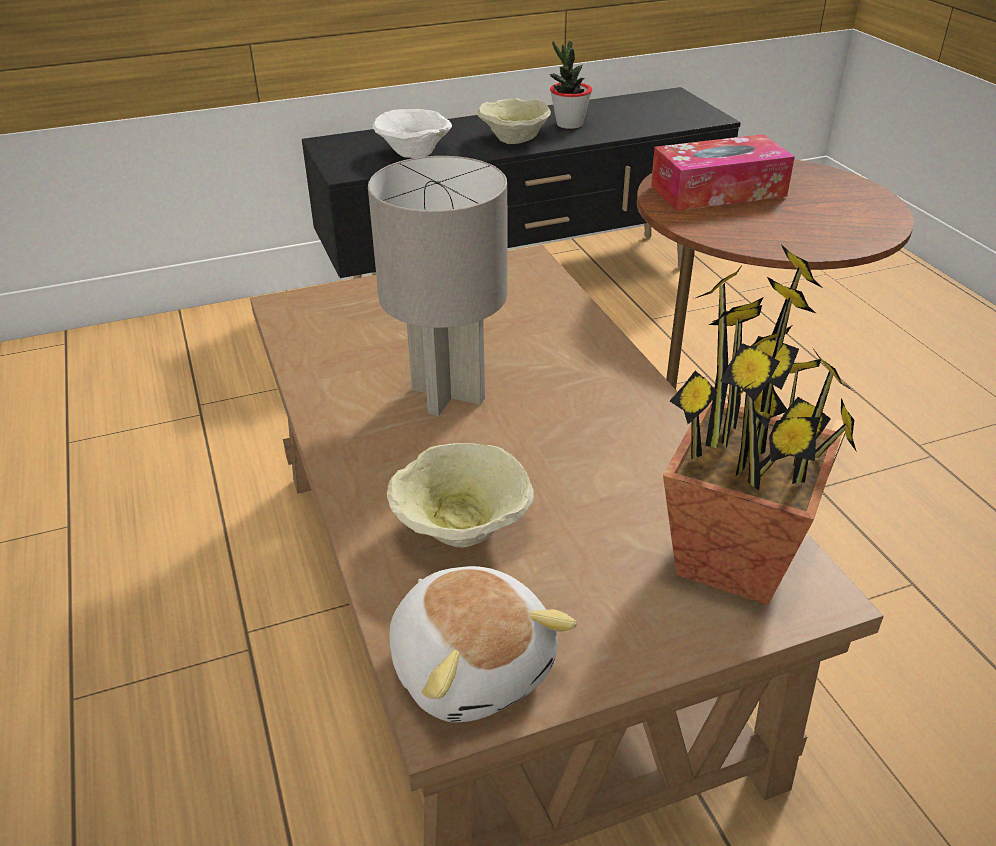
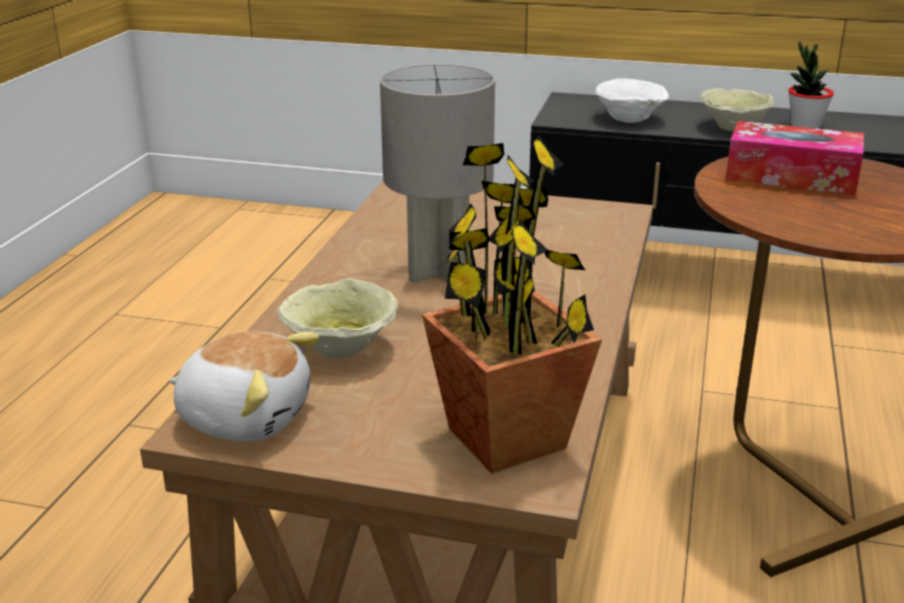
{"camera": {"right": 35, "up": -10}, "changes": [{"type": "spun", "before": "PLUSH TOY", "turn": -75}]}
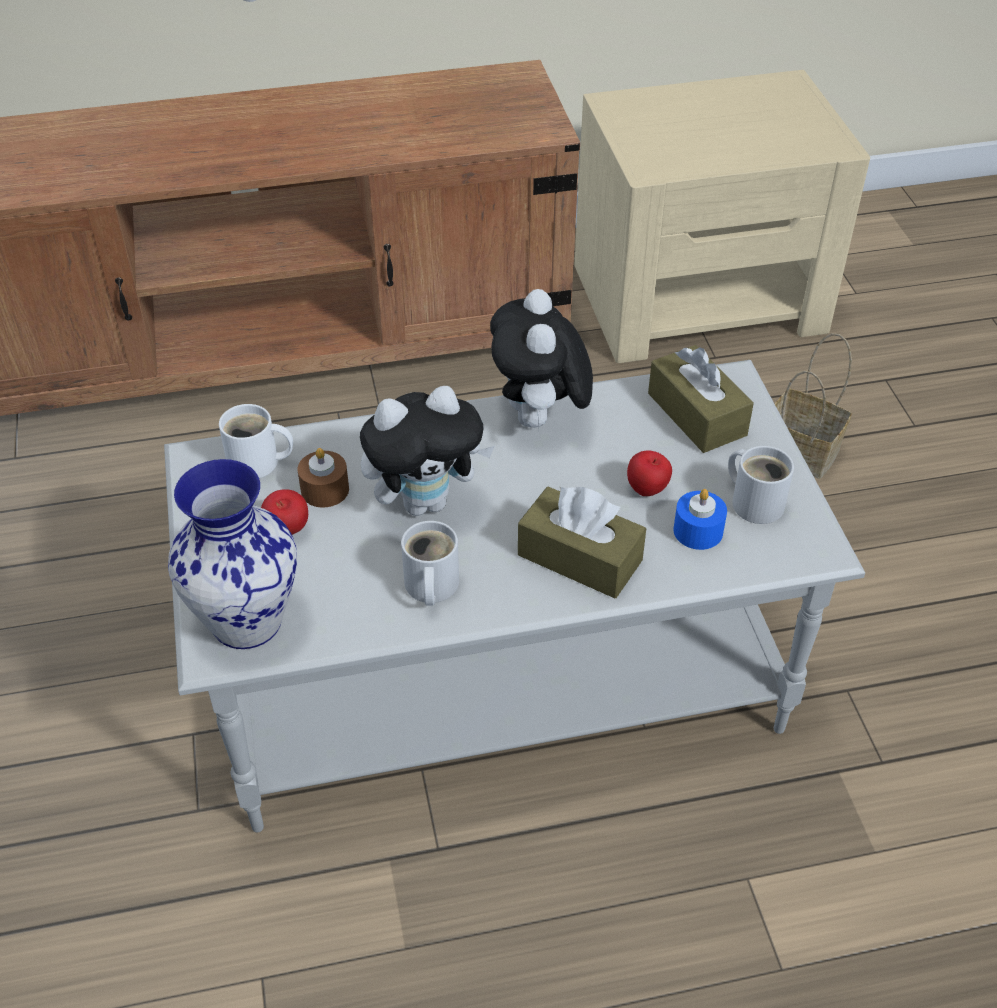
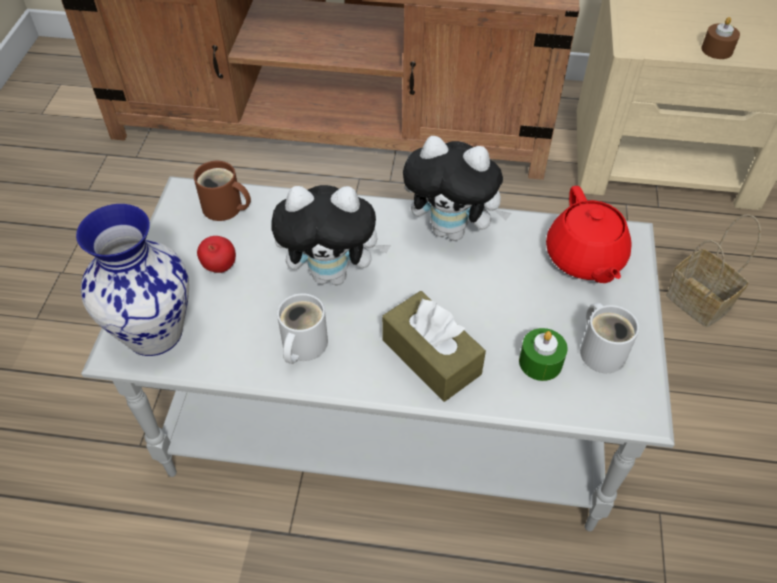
{"camera": {"right": 20, "up": 5}, "changes": [{"type": "colour", "before": "WHITE-COLOURED COFFEE MUG (no. 1 from left)", "after": "BROWN-COLOURED COFFEE MUG"}, {"type": "spun", "before": "PLUSH TOY (no. 2 from left)", "turn": -90}, {"type": "colour", "before": "BLUE-COLOURED CANDLE", "after": "GREEN-COLOURED CANDLE"}, {"type": "exchanged", "before": "BROWN-COLOURED TISSUE HOLDER (no. 2 from left)", "after": "RED TEA POT"}, {"type": "relocated", "before": "BROWN-COLOURED CANDLE"}, {"type": "missing", "before": "APPLE FRUIT (no. 2 from left)"}]}
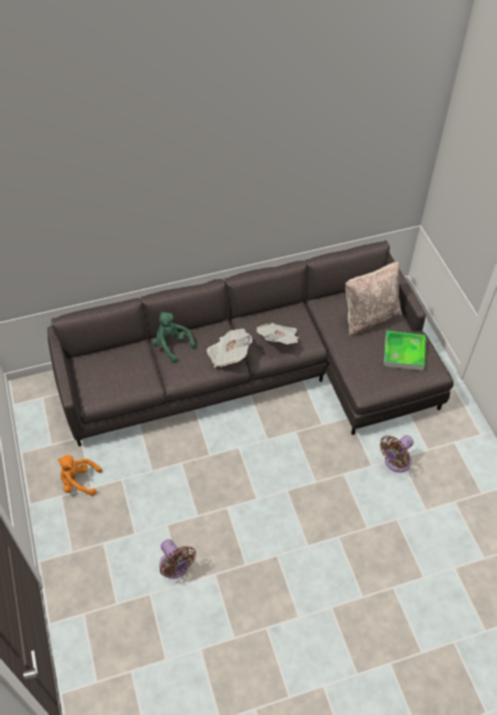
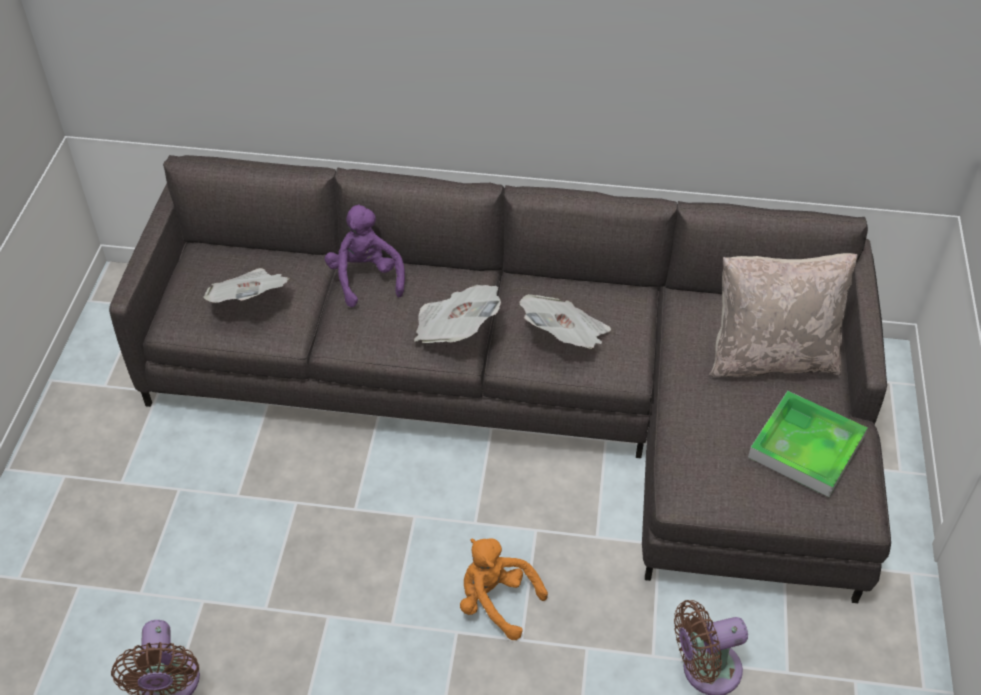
{"camera": {"right": 25, "up": -5}, "changes": [{"type": "appeared", "after": "PRINTED PAPER (no. 1 from left)"}, {"type": "colour", "before": "GREEN-COLOURED PLUSH TOY", "after": "PURPLISH PLUSH TOY"}, {"type": "relocated", "before": "ORANGE-COLOURED PLUSH TOY"}]}
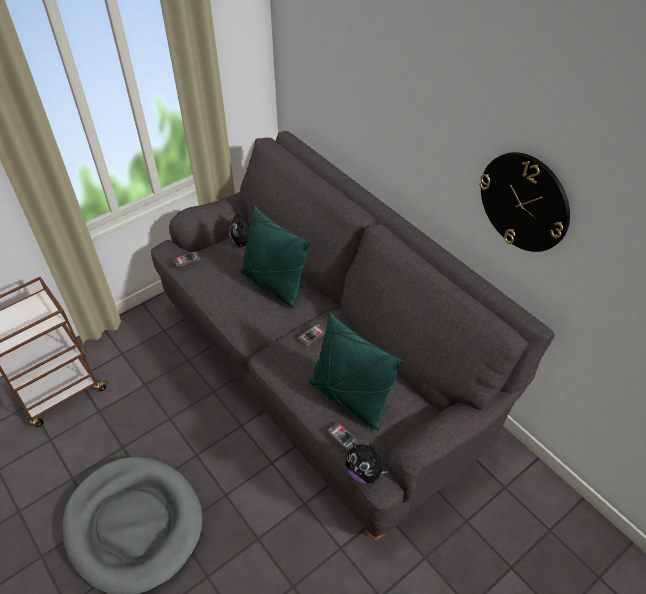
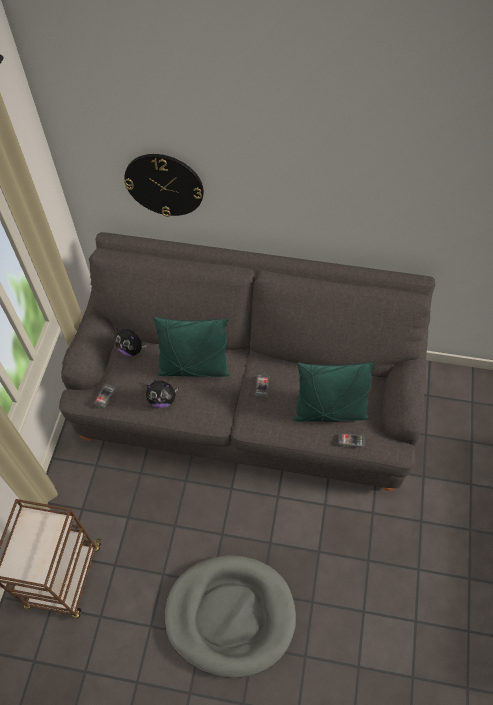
{"camera": {"right": -40, "up": 10}, "changes": [{"type": "relocated", "before": "HANGING CLOCK"}, {"type": "relocated", "before": "PLUSH TOY (no. 2 from left)"}]}
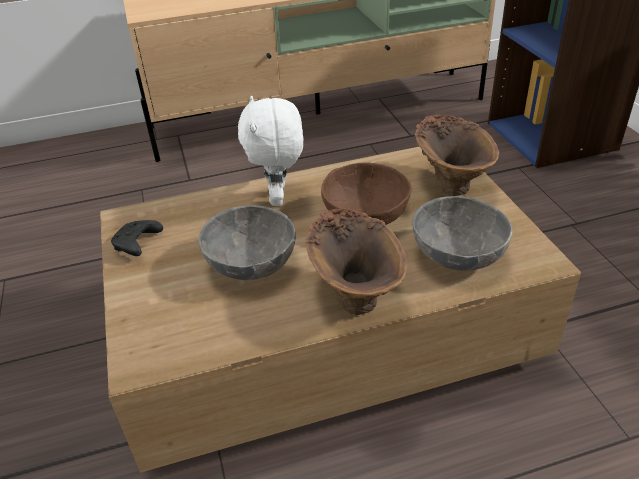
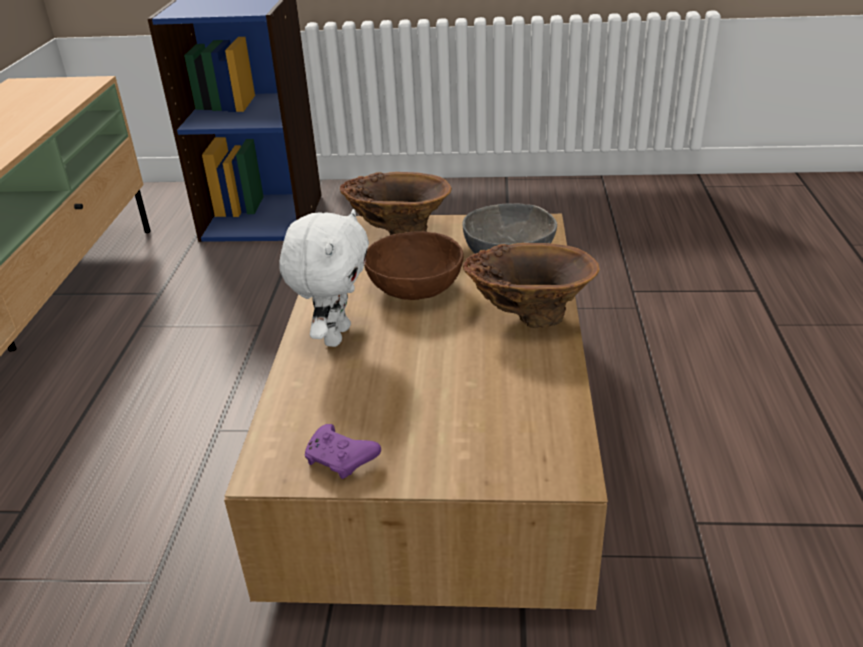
{"camera": {"right": -70, "up": -5}, "changes": [{"type": "spun", "before": "WHITE-COLOURED PLUSH TOY", "turn": -90}, {"type": "colour", "before": "BLACK GAMEPAD", "after": "PURPLISH GAMEPAD"}, {"type": "missing", "before": "GREYISH SERVING BOWL (no. 1 from left)"}]}
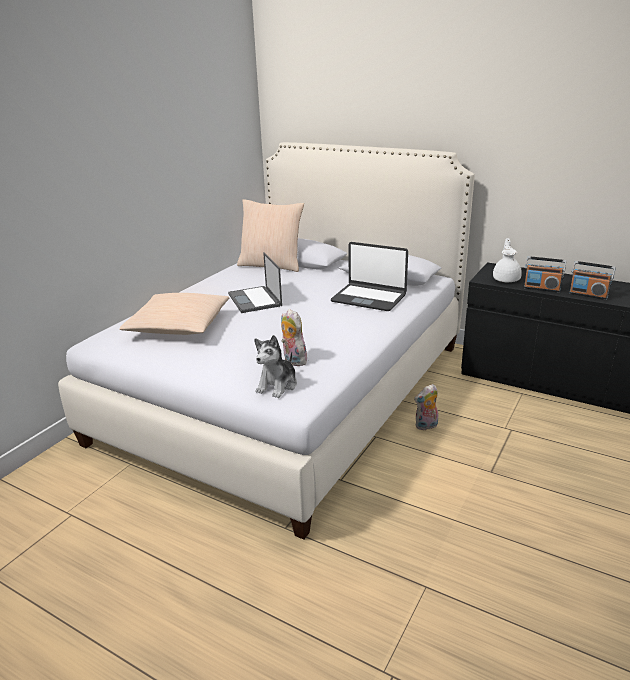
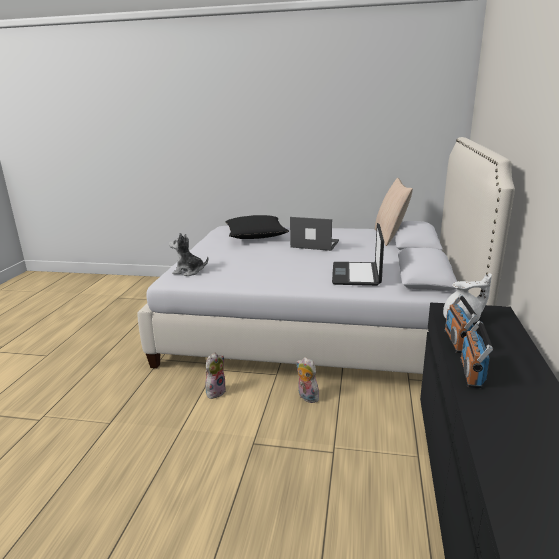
{"camera": {"right": 70, "up": -5}, "changes": [{"type": "relocated", "before": "PLUSH TOY (no. 2 from left)"}, {"type": "colour", "before": "BEIGE PILLOW (no. 1 from left)", "after": "BLACK PILLOW"}, {"type": "spun", "before": "LAPTOP (no. 1 from left)", "turn": 60}]}
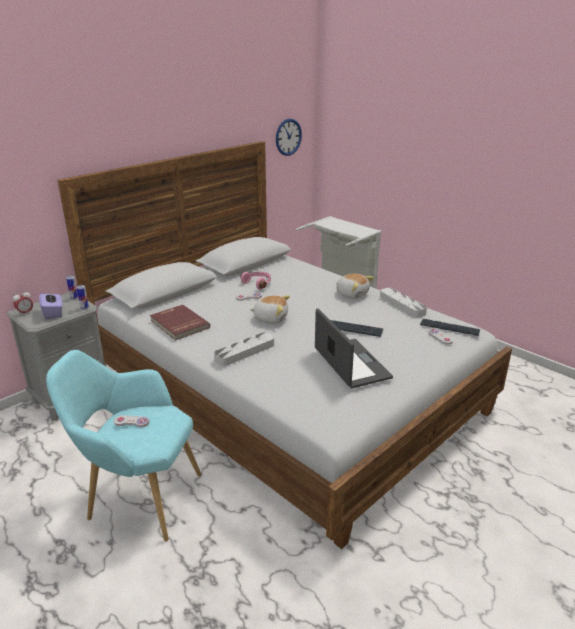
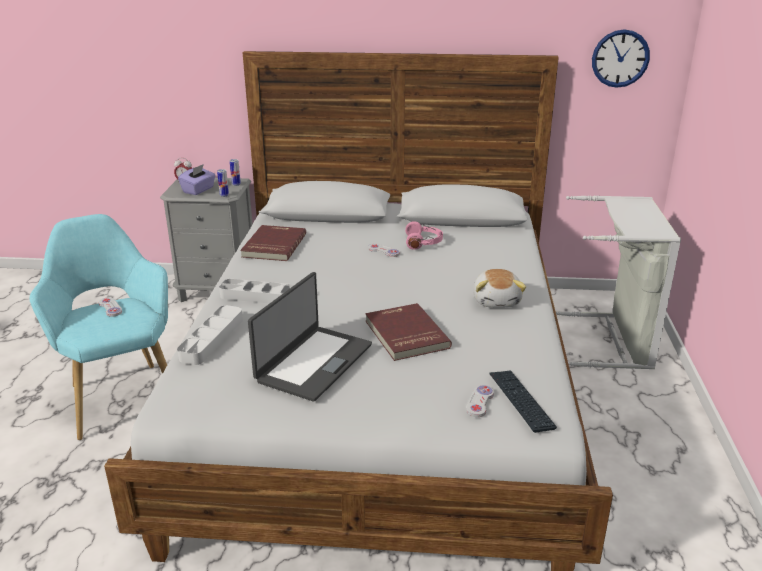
{"camera": {"right": 50, "up": 0}, "changes": [{"type": "relocated", "before": "GREYISH CARRYING TRAY (no. 2 from left in the first image)", "after": "GREYISH CARRYING TRAY (no. 1 from left)"}, {"type": "exchanged", "before": "PC KEYBOARD (no. 1 from left)", "after": "RED BOOK (no. 2 from left)"}, {"type": "missing", "before": "PLUSH TOY (no. 1 from left)"}]}
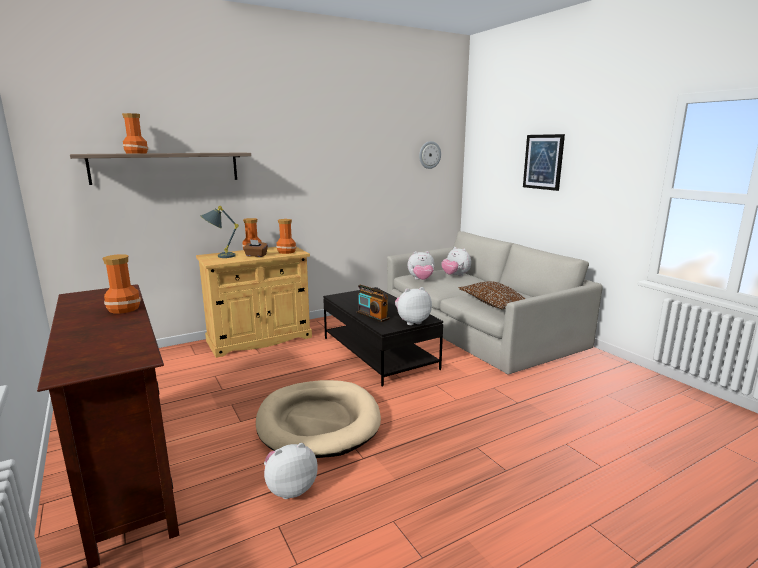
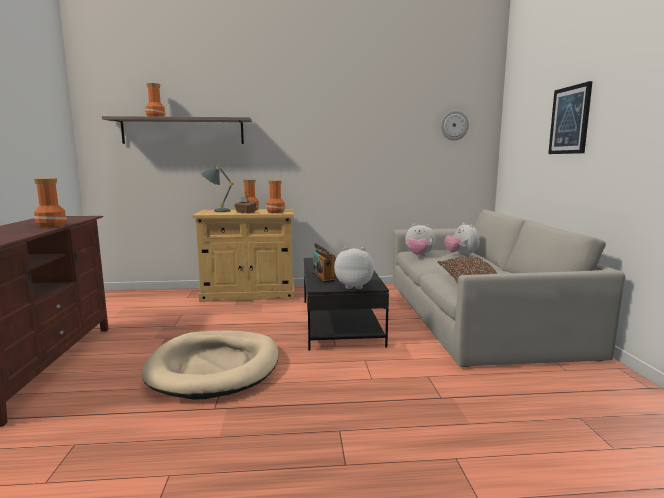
{"camera": {"right": 25, "up": -5}, "changes": [{"type": "missing", "before": "PLUSH TOY (no. 1 from left)"}]}
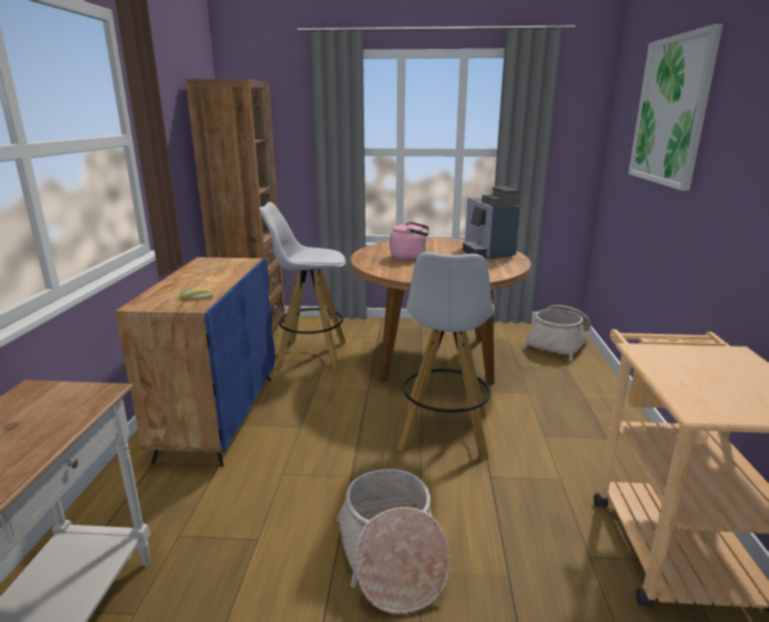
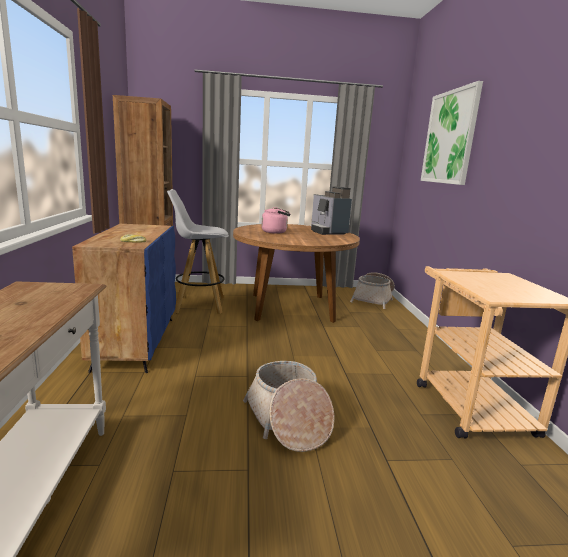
{"camera": {"right": -10, "up": -5}, "changes": [{"type": "missing", "before": "WHITE-COLOURED STOOL (no. 2 from left)"}]}
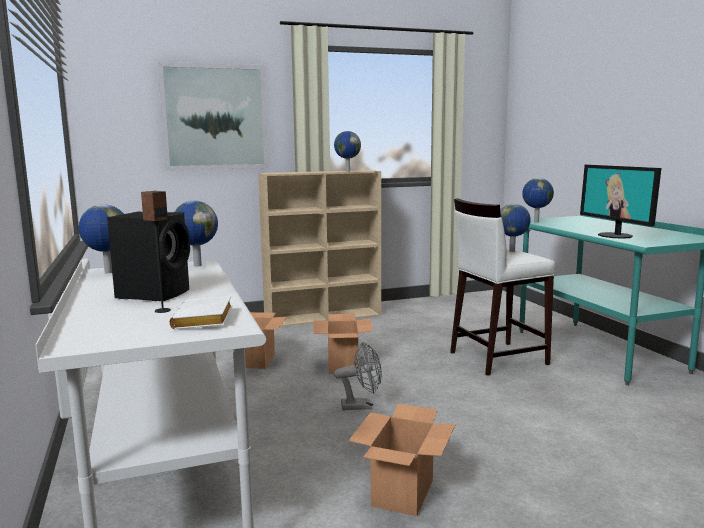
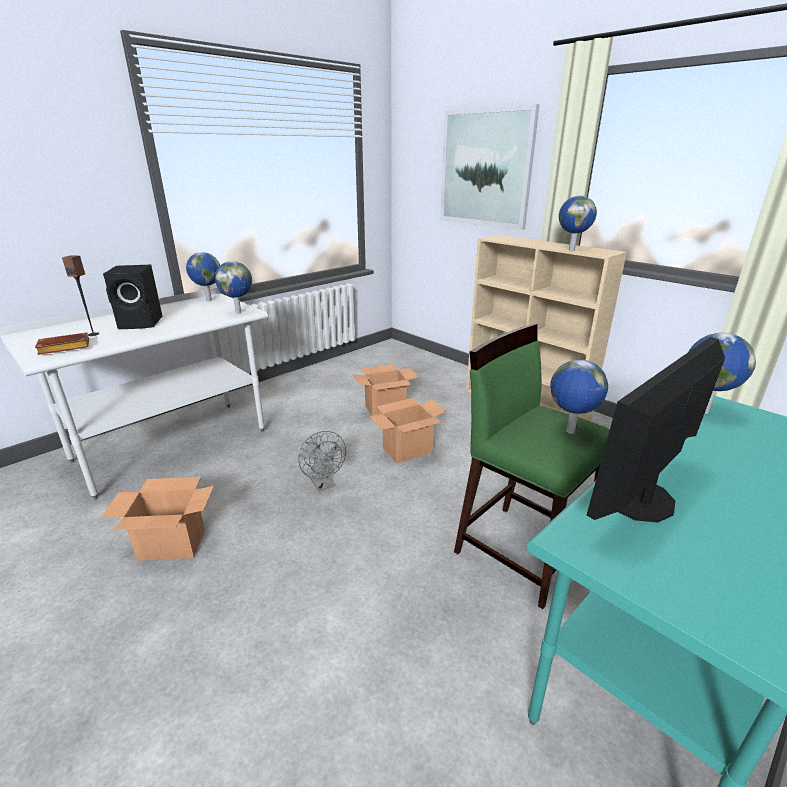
{"camera": {"right": 65, "up": 15}, "changes": [{"type": "colour", "before": "WHITE-COLOURED BOOK", "after": "BROWN-COLOURED BOOK"}, {"type": "colour", "before": "WHITE-COLOURED STOOL", "after": "GREEN-COLOURED STOOL"}]}
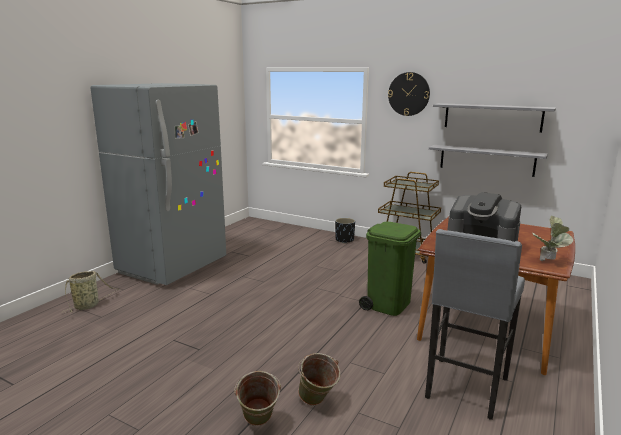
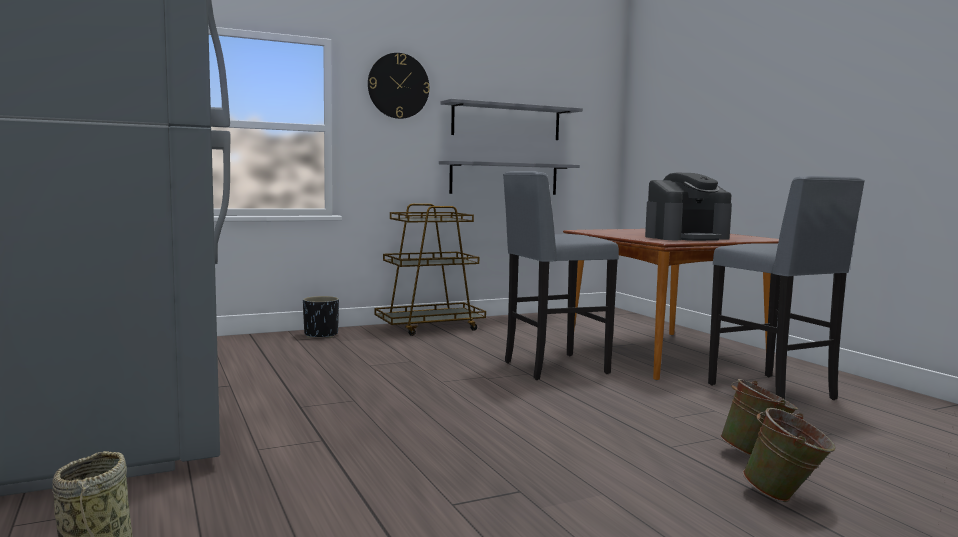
{"camera": {"right": -55, "up": -10}, "changes": [{"type": "exchanged", "before": "GREEN-COLOURED RUBBISH BIN", "after": "GREYISH STOOL (no. 1 from left)"}, {"type": "missing", "before": "POTTED PLANT"}]}
